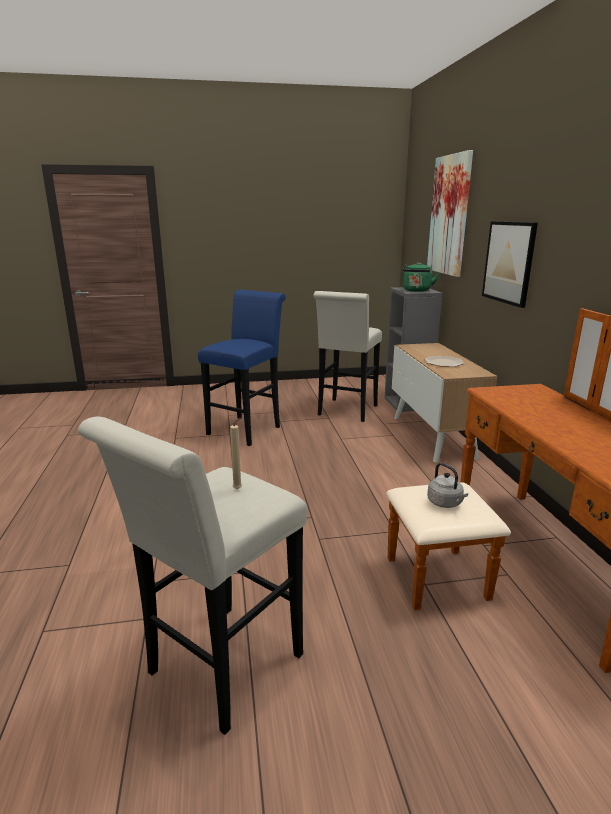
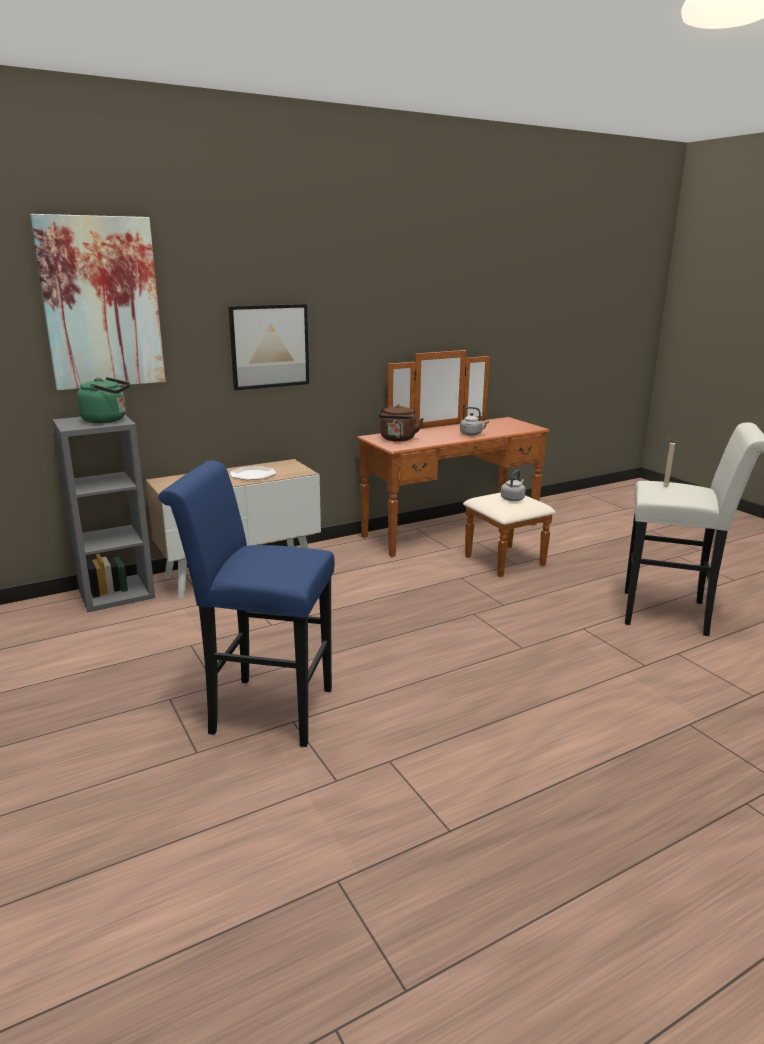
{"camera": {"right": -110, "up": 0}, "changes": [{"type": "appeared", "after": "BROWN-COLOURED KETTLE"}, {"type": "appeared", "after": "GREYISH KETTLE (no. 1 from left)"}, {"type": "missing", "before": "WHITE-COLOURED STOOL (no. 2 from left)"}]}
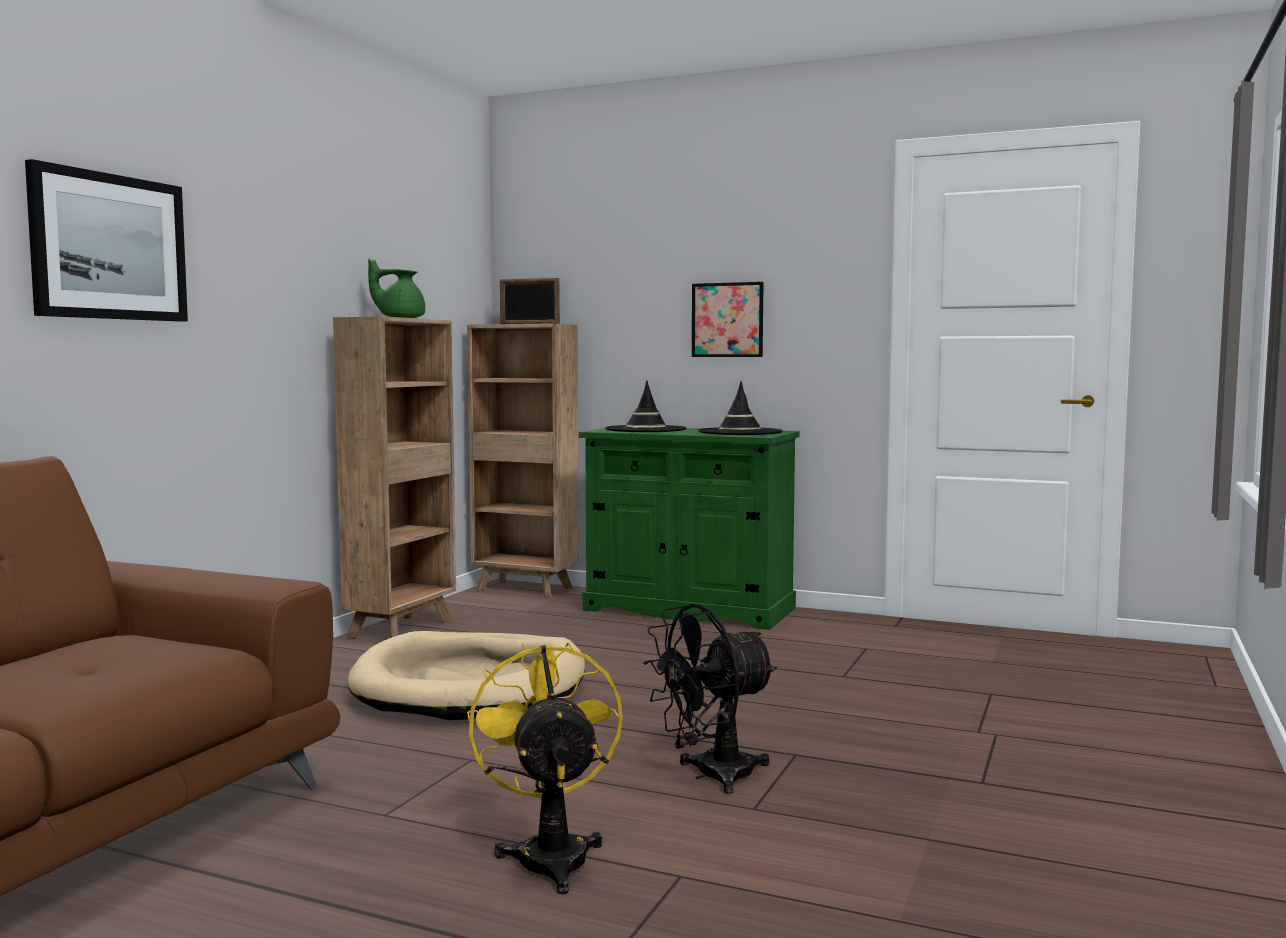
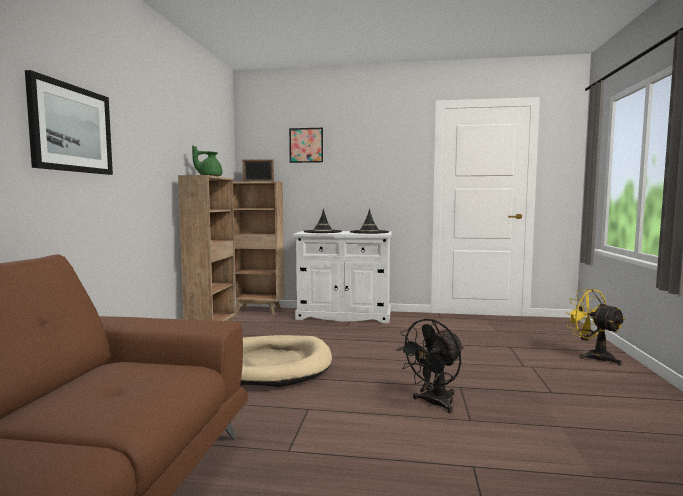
{"camera": {"right": -15, "up": 0}, "changes": [{"type": "relocated", "before": "WALL PICTURE (no. 2 from left)"}, {"type": "colour", "before": "GREEN-COLOURED CUPBOARD", "after": "WHITE-COLOURED CUPBOARD"}, {"type": "relocated", "before": "YELLOW ELECTRIC FAN"}]}
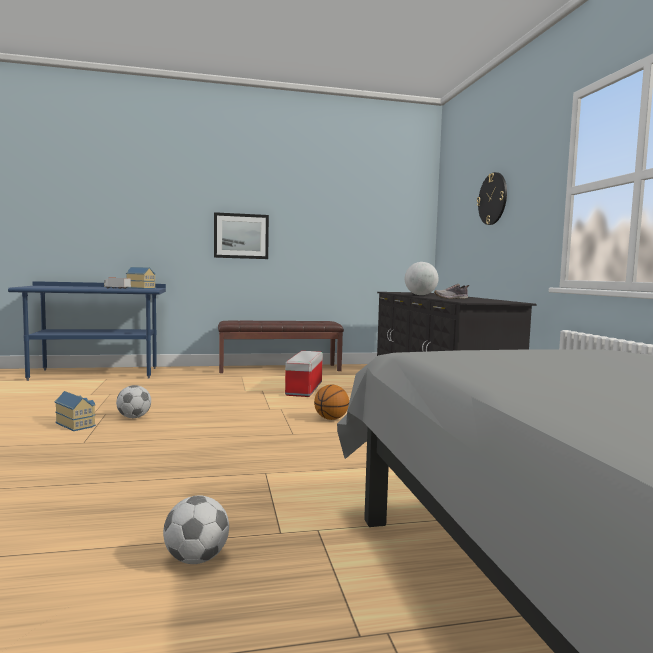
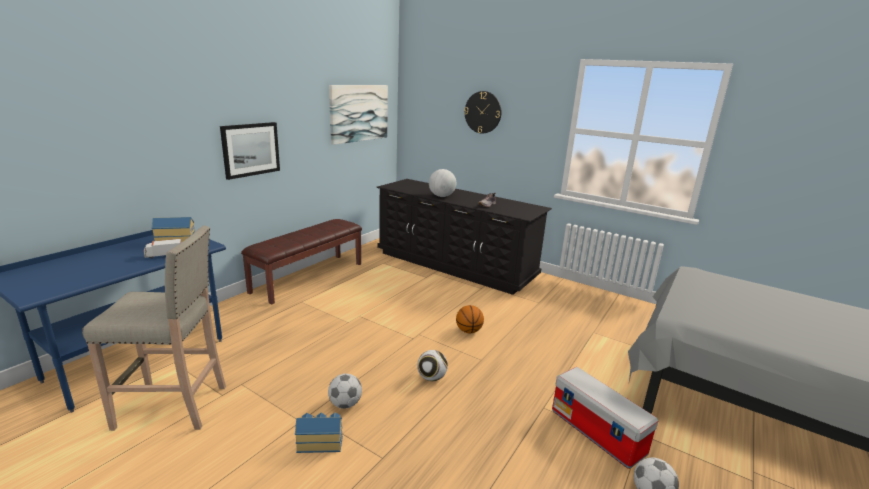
{"camera": {"right": -45, "up": 15}, "changes": [{"type": "appeared", "after": "BEIGE STOOL"}, {"type": "appeared", "after": "WALL PICTURE (no. 2 from left)"}, {"type": "appeared", "after": "FOOTBALL (no. 2 from left)"}, {"type": "relocated", "before": "STORAGE CONTAINER"}]}
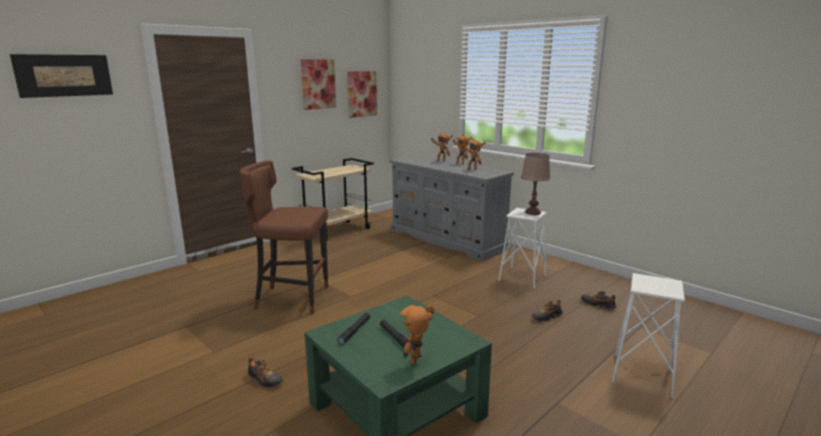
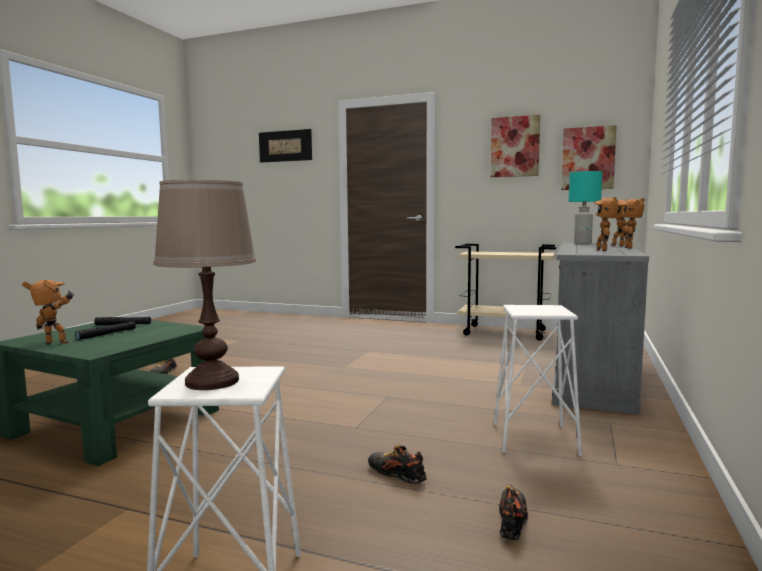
{"camera": {"right": 65, "up": -10}, "changes": [{"type": "relocated", "before": "BROWN-COLOURED LAMP FOR A TABLE"}, {"type": "appeared", "after": "BLUE-GREEN LAMP FOR A TABLE"}, {"type": "missing", "before": "BROWN-COLOURED STOOL"}]}
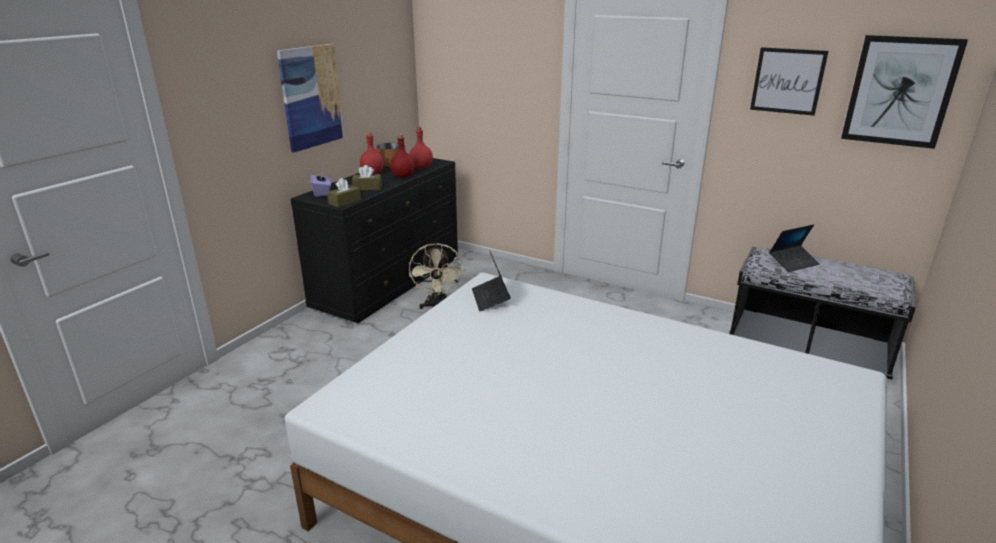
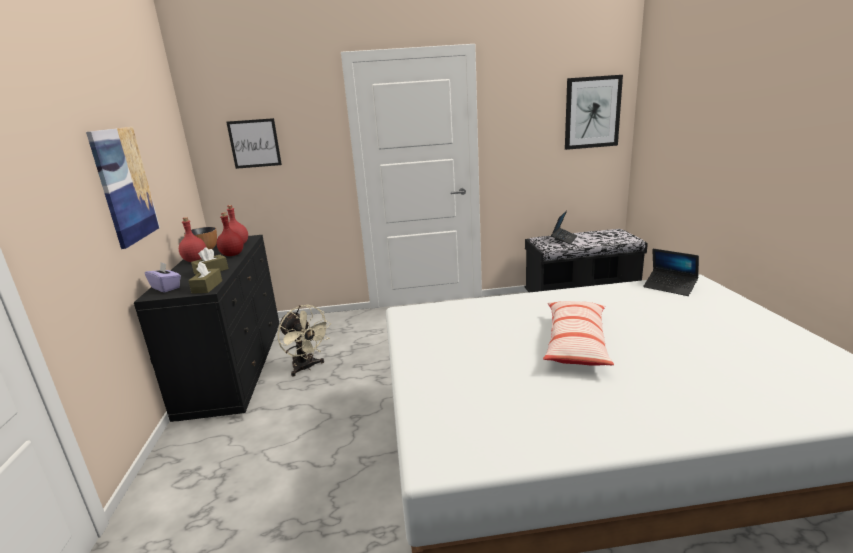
{"camera": {"right": -35, "up": -5}, "changes": [{"type": "relocated", "before": "WALL PICTURE (no. 2 from left)"}, {"type": "appeared", "after": "PILLOW"}, {"type": "relocated", "before": "LAPTOP (no. 1 from left in the first image)", "after": "LAPTOP (no. 2 from left)"}]}
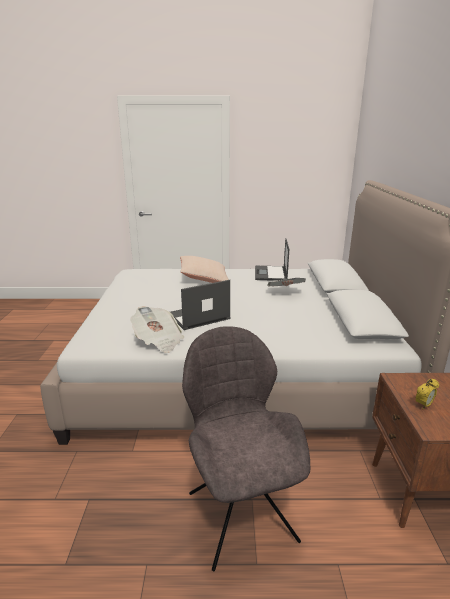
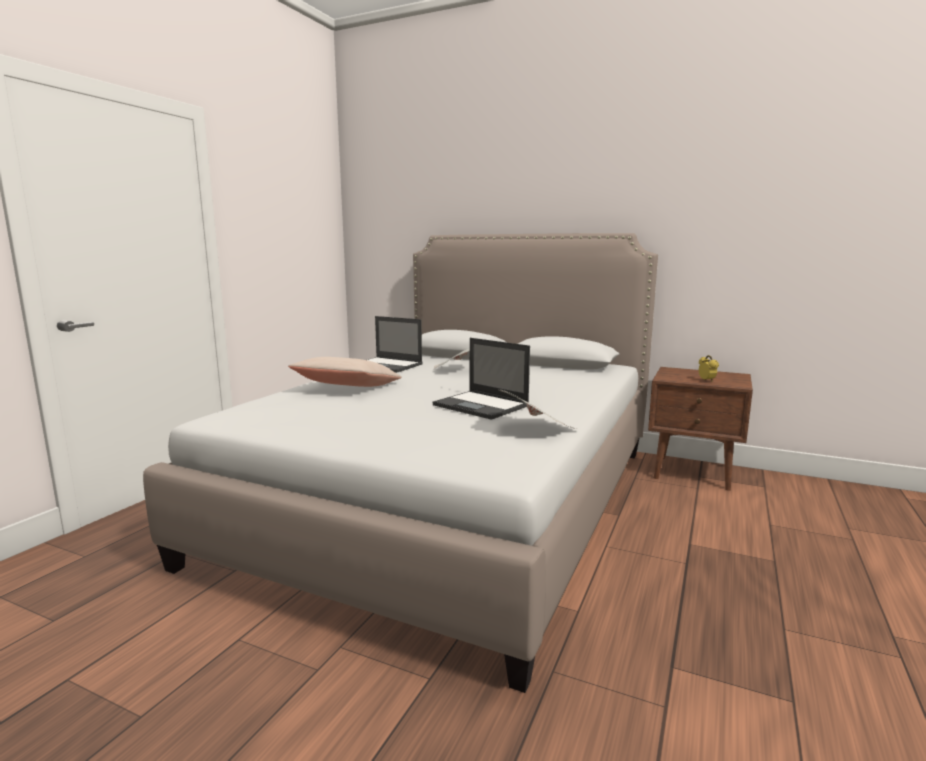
{"camera": {"right": -65, "up": -10}, "changes": [{"type": "spun", "before": "LAPTOP (no. 1 from left in the first image)", "turn": -45}, {"type": "missing", "before": "GREYISH PLAIN CHAIR"}]}
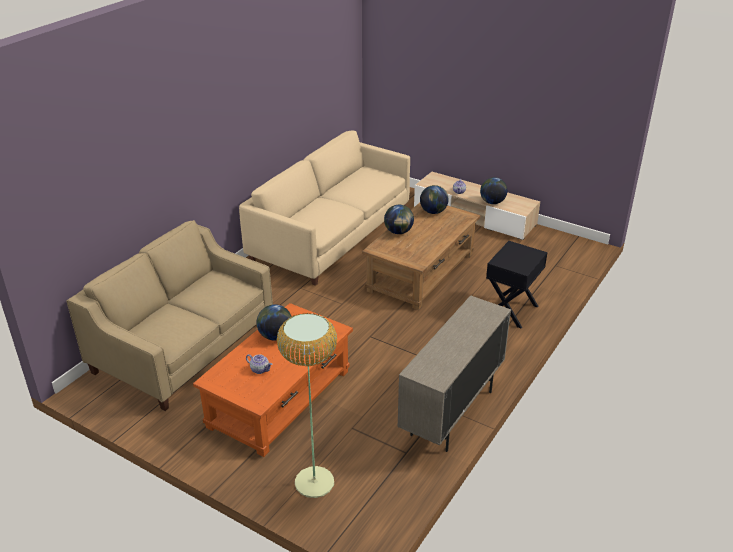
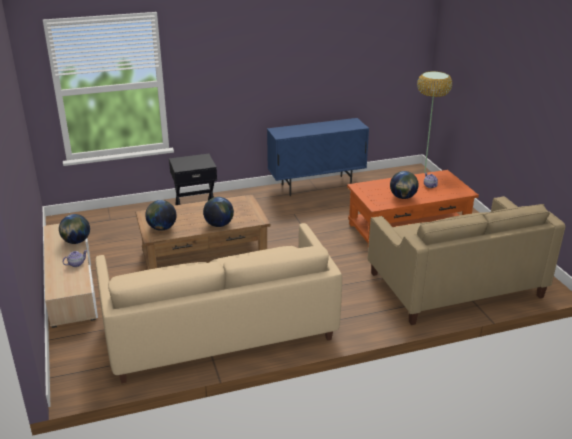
{"camera": {"right": -140, "up": -5}, "changes": [{"type": "colour", "before": "BEIGE CUPBOARD", "after": "BLUE-COLOURED CUPBOARD"}]}
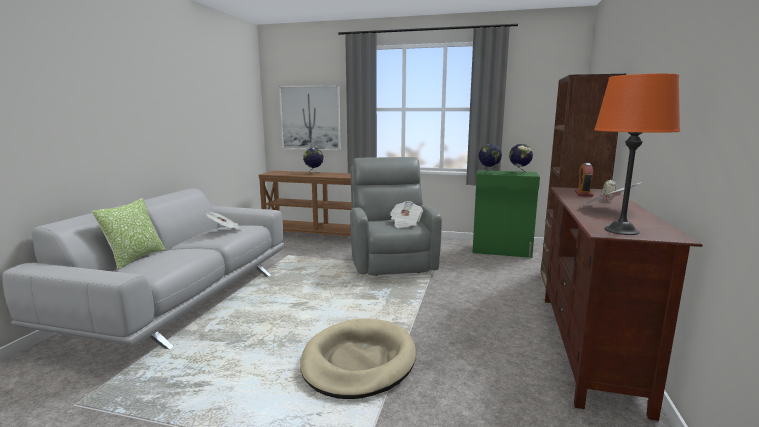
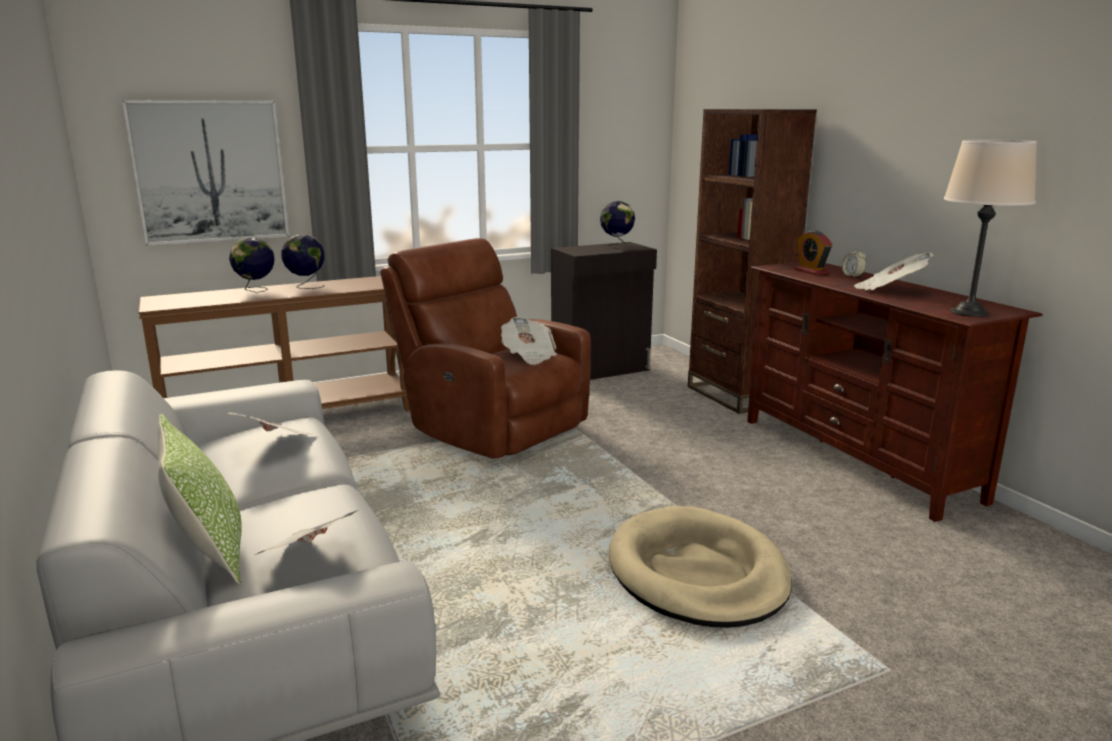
{"camera": {"right": -40, "up": 5}, "changes": [{"type": "appeared", "after": "PRINTED PAPER (no. 2 from left)"}, {"type": "relocated", "before": "DESK GLOBE (no. 2 from left)"}, {"type": "colour", "before": "GREYISH LOUNGE CHAIR", "after": "BROWN-COLOURED LOUNGE CHAIR"}, {"type": "colour", "before": "GREEN-COLOURED CUPBOARD", "after": "BLACK CUPBOARD"}, {"type": "colour", "before": "ORANGE-COLOURED LAMP FOR A TABLE", "after": "BEIGE LAMP FOR A TABLE"}]}
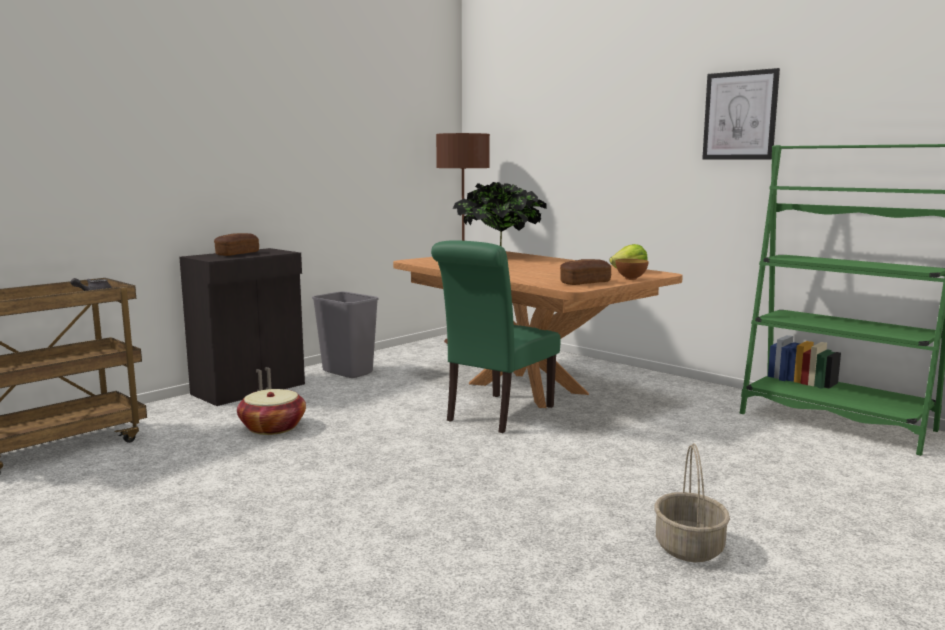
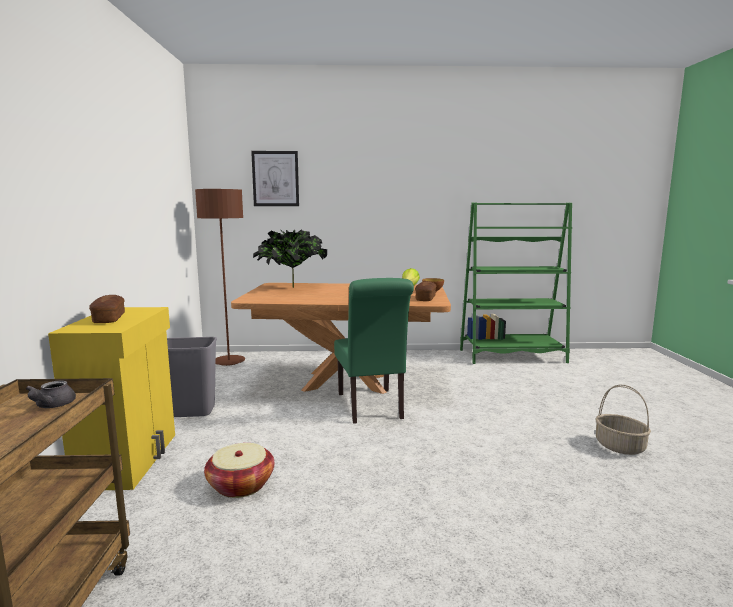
{"camera": {"right": -45, "up": 0}, "changes": [{"type": "colour", "before": "BLACK CUPBOARD", "after": "YELLOW CUPBOARD"}, {"type": "relocated", "before": "WALL PICTURE"}]}
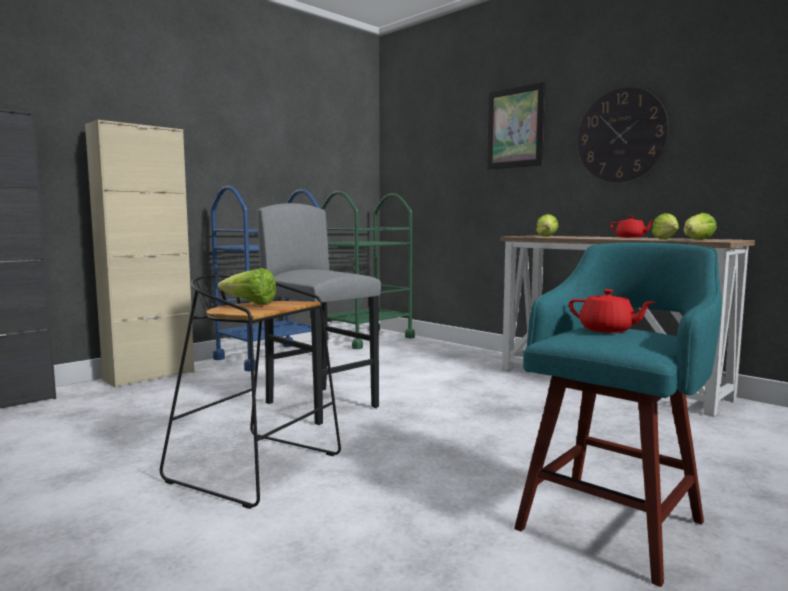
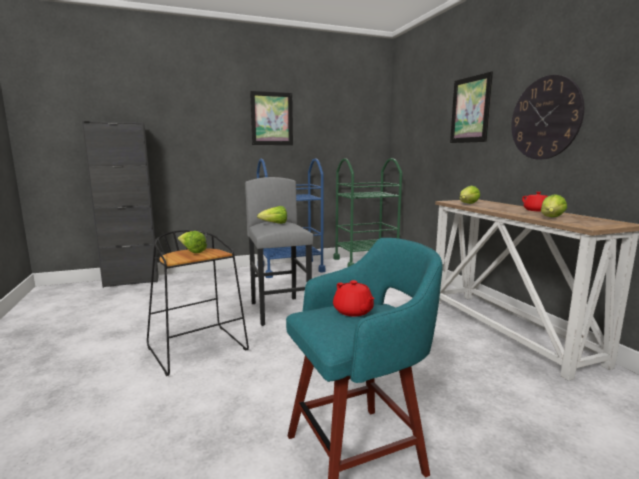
{"camera": {"right": 25, "up": 5}, "changes": [{"type": "appeared", "after": "WALL PICTURE (no. 1 from left)"}, {"type": "relocated", "before": "HEAD OF LETTUCE (no. 4 from left in the first image)", "after": "HEAD OF LETTUCE (no. 2 from left)"}, {"type": "missing", "before": "BEIGE CUPBOARD"}]}
